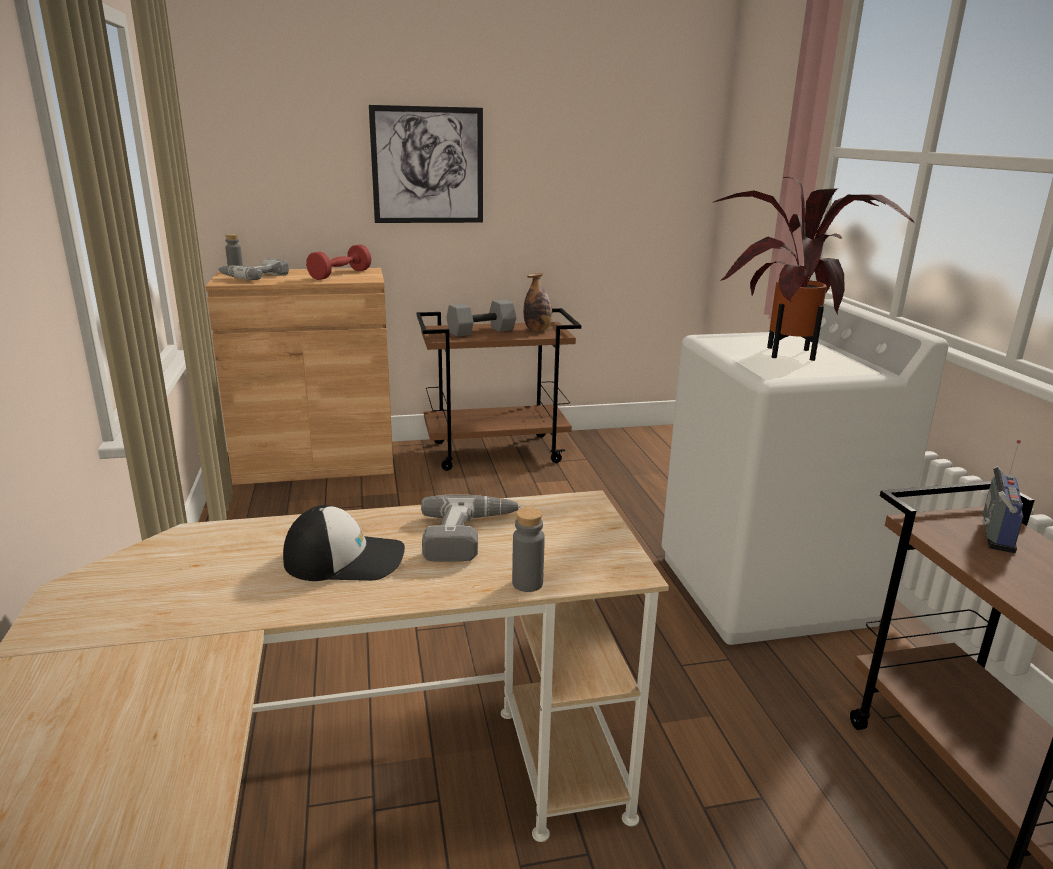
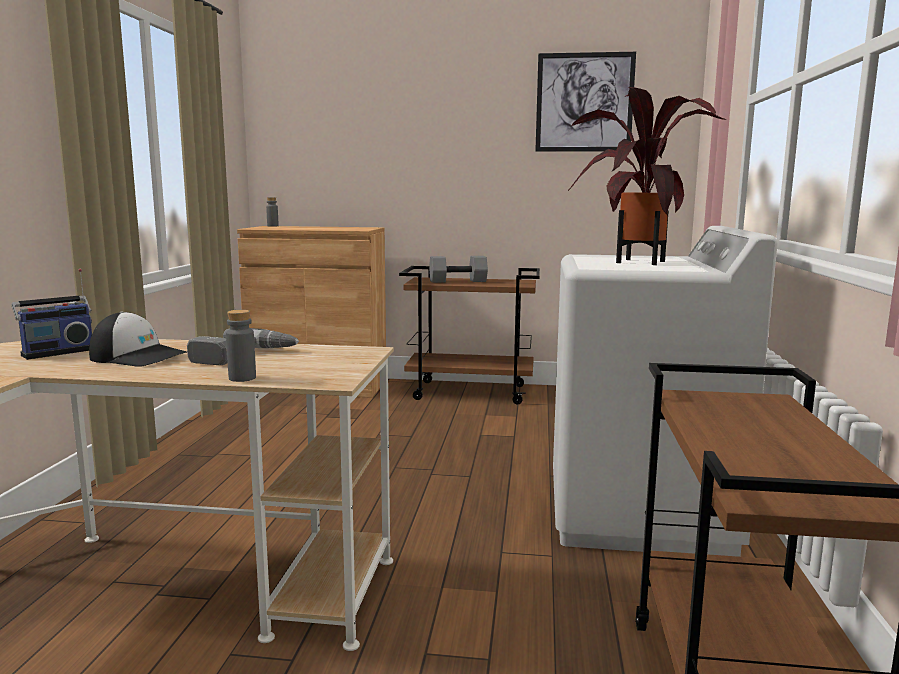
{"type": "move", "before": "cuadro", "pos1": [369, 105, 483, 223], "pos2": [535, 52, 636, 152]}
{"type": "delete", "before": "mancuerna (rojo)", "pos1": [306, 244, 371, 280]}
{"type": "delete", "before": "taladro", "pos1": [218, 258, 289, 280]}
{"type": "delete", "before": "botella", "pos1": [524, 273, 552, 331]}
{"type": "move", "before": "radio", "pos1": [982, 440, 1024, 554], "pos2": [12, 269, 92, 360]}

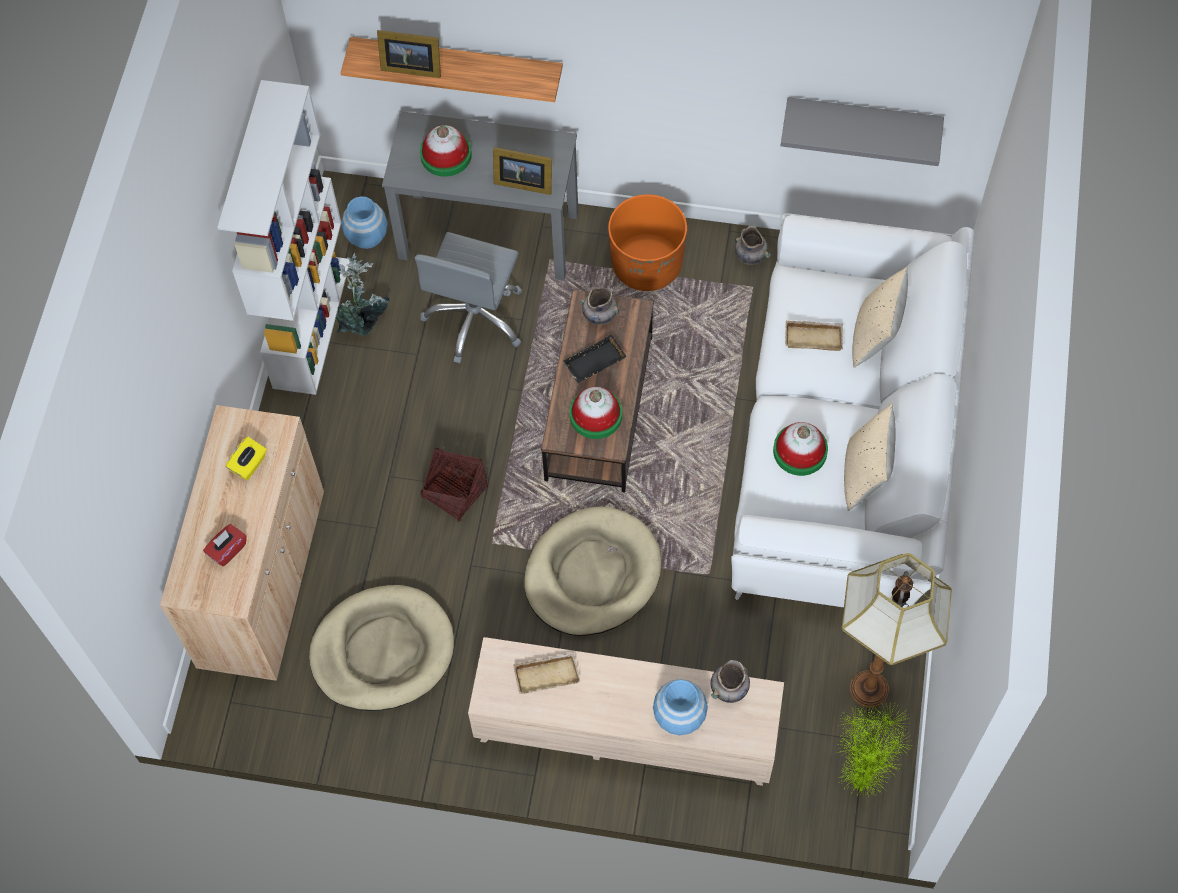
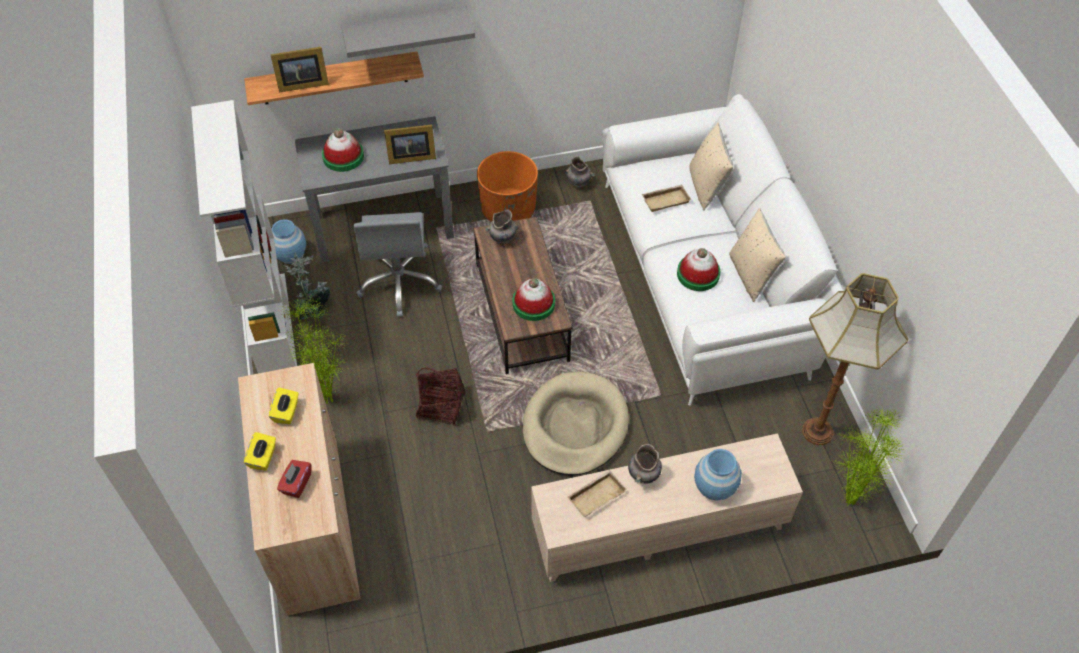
{"type": "move", "before": "estante (gris)", "pos1": [781, 97, 944, 166], "pos2": [341, 5, 475, 58]}
{"type": "delete", "before": "bandeja (negro)", "pos1": [563, 334, 627, 383]}
{"type": "delete", "before": "cama para perro (beis)", "pos1": [309, 585, 454, 711]}
{"type": "move", "before": "florero (gris)", "pos1": [711, 660, 750, 703], "pos2": [628, 444, 662, 484]}
{"type": "insert", "after": "planta en maceta", "pos2": [282, 295, 350, 404]}
{"type": "insert", "after": "caja de pañuelos (amarillo)", "pos2": [244, 432, 276, 471]}

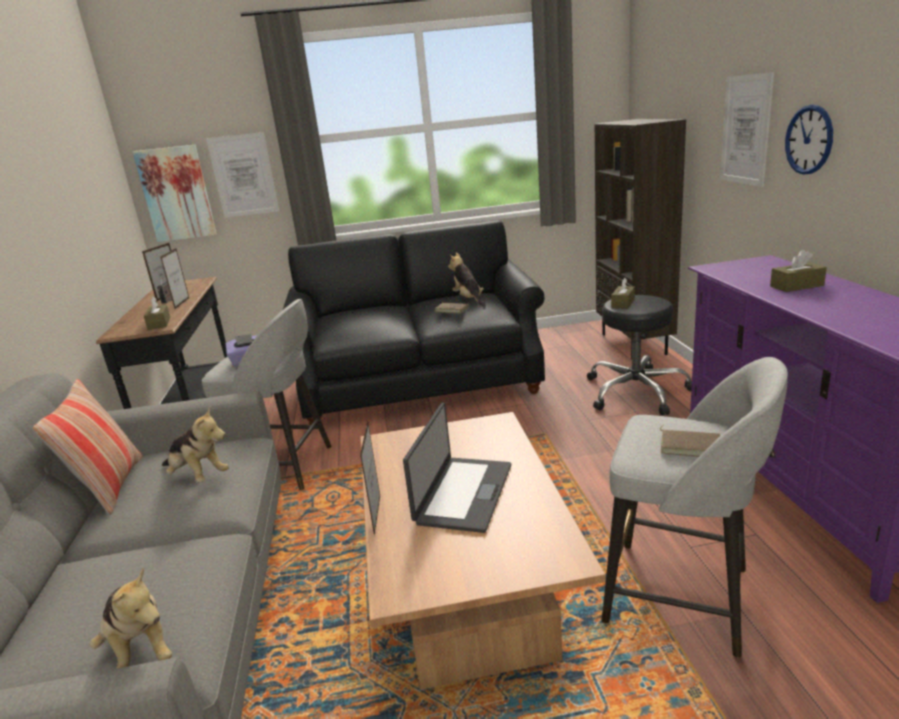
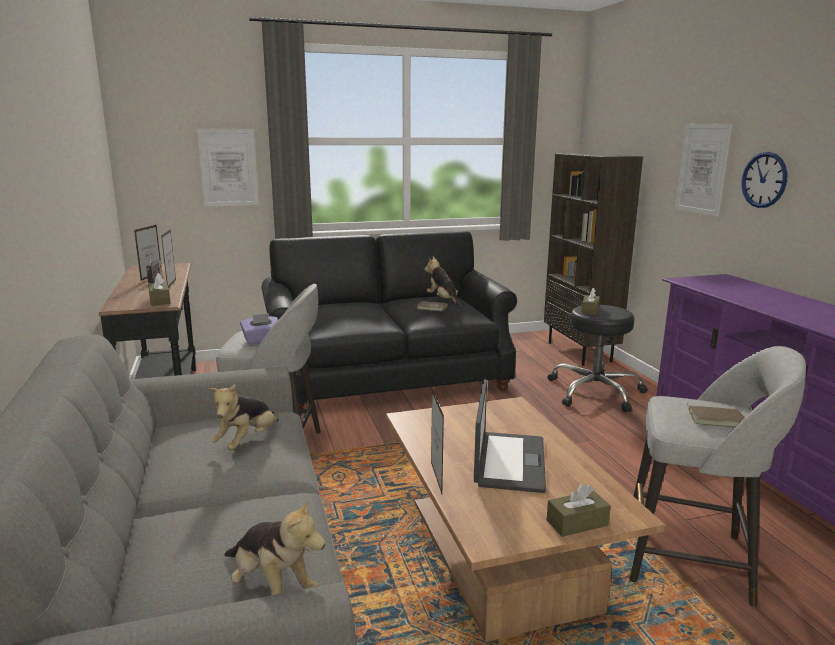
{"type": "delete", "before": "cuadro", "pos1": [133, 145, 217, 242]}
{"type": "move", "before": "caja de pañuelos (marrón)", "pos1": [770, 250, 827, 292], "pos2": [547, 483, 611, 537]}
{"type": "delete", "before": "cojín", "pos1": [32, 379, 142, 515]}
{"type": "rotate", "before": "peluche", "pos1": [162, 407, 229, 483], "pos2": [210, 384, 279, 450], "turn": 90}

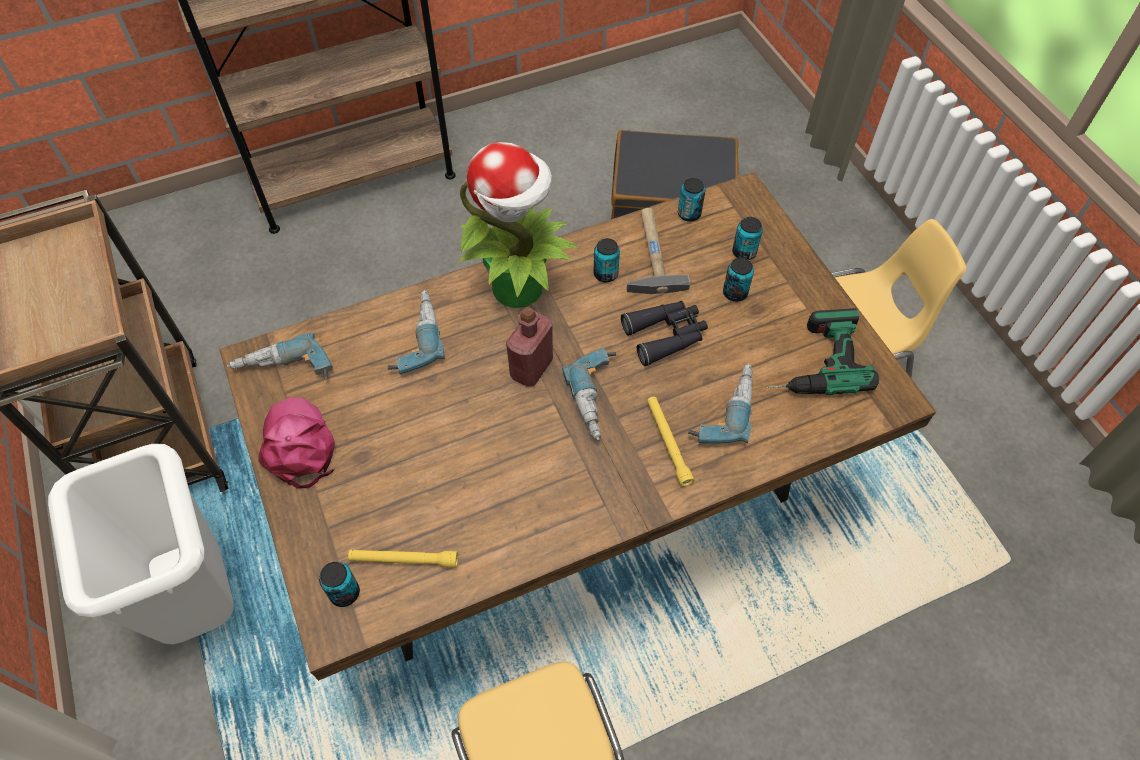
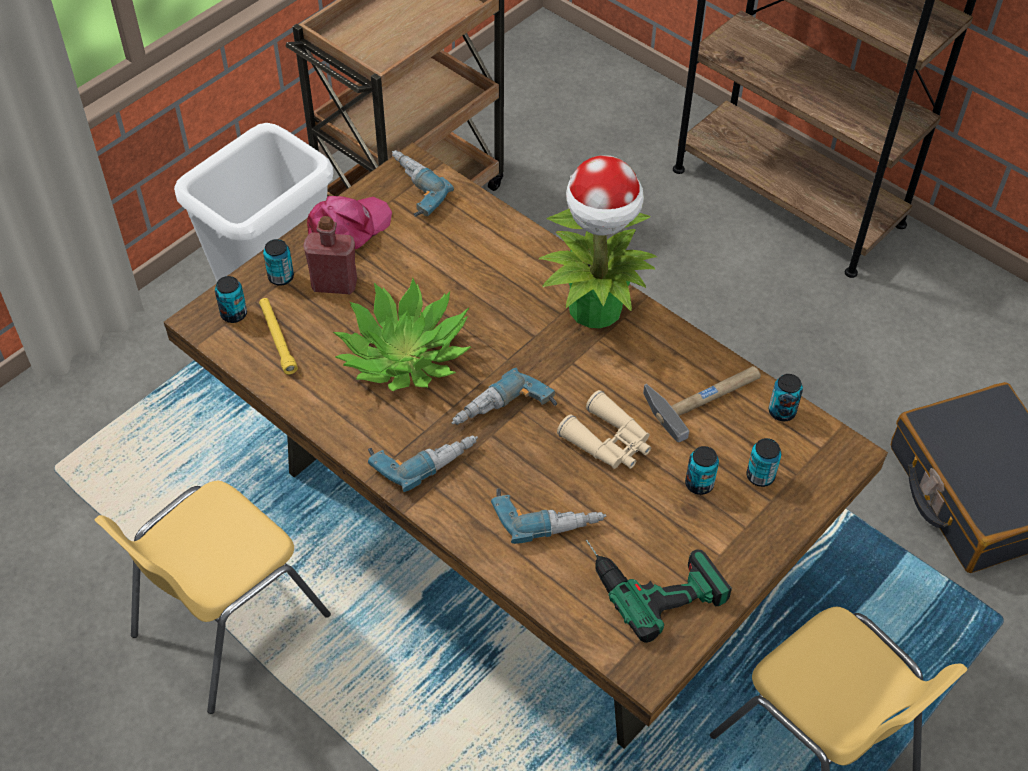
{"type": "move", "before": "lata", "pos1": [593, 238, 620, 282], "pos2": [263, 239, 294, 286]}
{"type": "move", "before": "taladro", "pos1": [388, 290, 445, 374], "pos2": [368, 435, 478, 492]}
{"type": "recolor", "before": "prismáticos (negro)", "after": "prismáticos (beis)", "pos1": [621, 301, 708, 366], "pos2": [557, 390, 651, 469]}
{"type": "move", "before": "botella (rojo)", "pos1": [506, 307, 553, 387], "pos2": [303, 216, 357, 294]}
{"type": "delete", "before": "linterna (amarillo)", "pos1": [647, 396, 695, 487]}
{"type": "insert", "after": "planta en maceta", "pos2": [333, 278, 471, 391]}

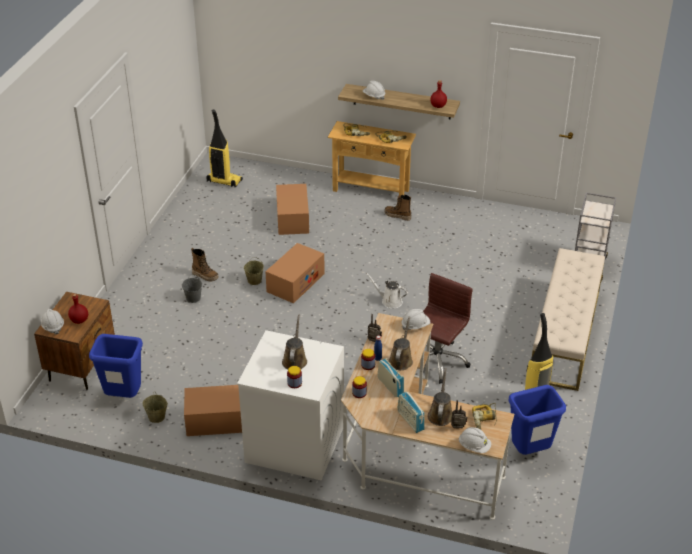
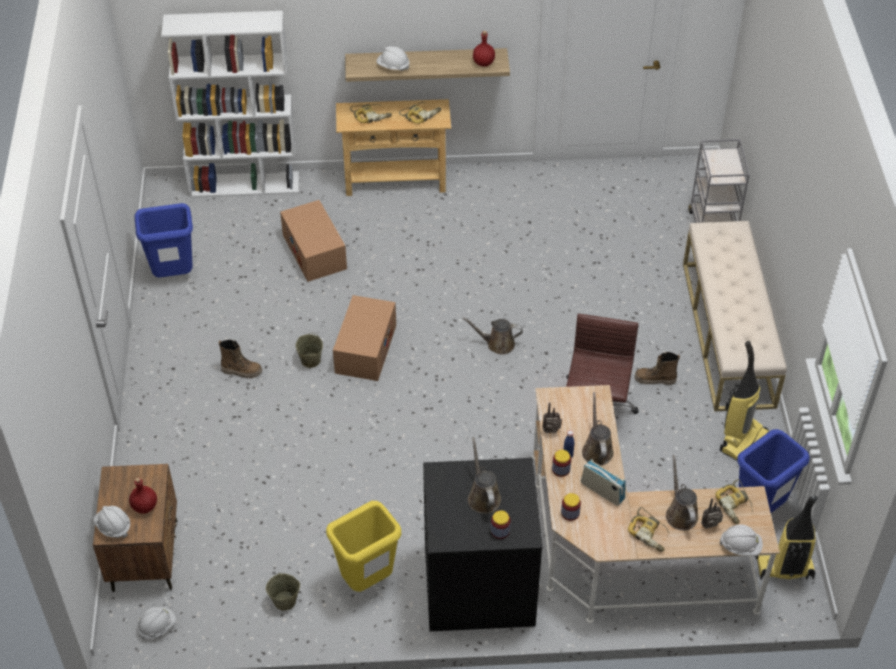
{"type": "move", "before": "aspiradora", "pos1": [206, 110, 243, 188], "pos2": [756, 496, 818, 580]}
{"type": "move", "before": "bota", "pos1": [385, 195, 411, 221], "pos2": [635, 352, 680, 385]}
{"type": "recolor", "before": "regadera (blanco)", "after": "regadera (marrón)", "pos1": [366, 273, 408, 309], "pos2": [462, 317, 523, 355]}
{"type": "delete", "before": "cubo (gris)", "pos1": [182, 274, 202, 303]}
{"type": "move", "before": "casco (blanco)", "pos1": [401, 309, 430, 330], "pos2": [137, 607, 176, 640]}
{"type": "recolor", "before": "lavadora (blanco)", "after": "lavadora (negro)", "pos1": [237, 330, 344, 480], "pos2": [423, 458, 543, 631]}
{"type": "move", "before": "papelera (azul)", "pos1": [89, 334, 143, 398], "pos2": [135, 203, 193, 278]}
{"type": "replace", "before": "caja de cartón", "after": "papelera (amarillo)", "pos1": [184, 385, 242, 436], "pos2": [326, 501, 401, 592]}
{"type": "replace", "before": "radio", "after": "taladro", "pos1": [397, 391, 425, 433], "pos2": [628, 507, 670, 552]}
{"type": "insert", "after": "estantería (blanco)", "pos2": [161, 11, 299, 197]}

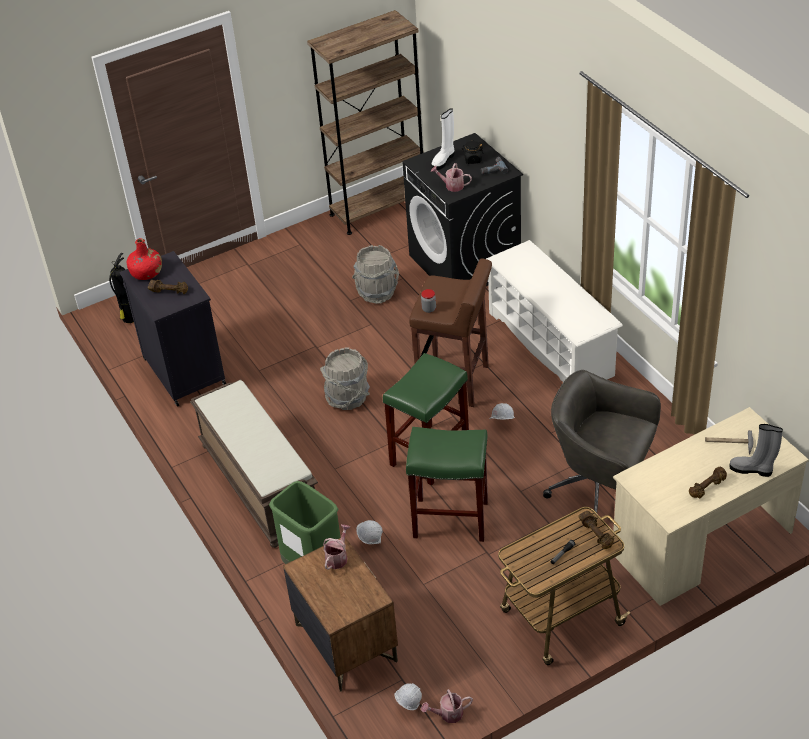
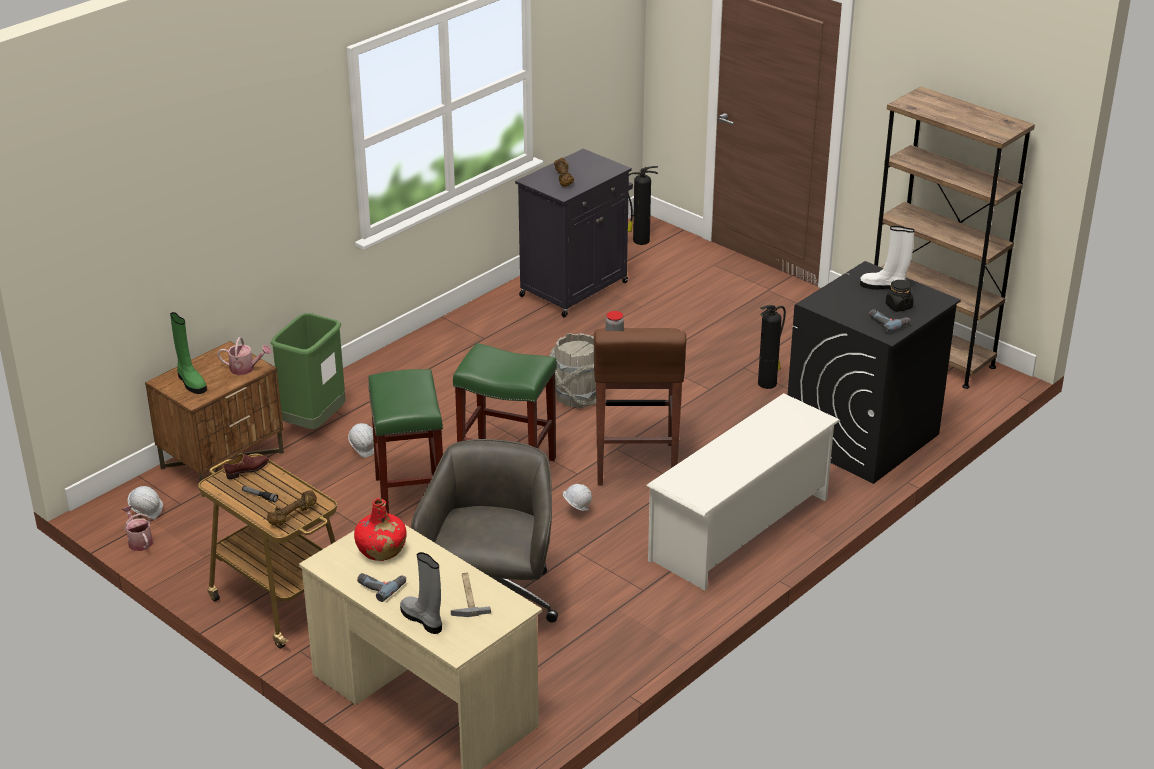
{"type": "delete", "before": "regadera", "pos1": [431, 163, 472, 192]}
{"type": "move", "before": "botella (rojo)", "pos1": [127, 238, 162, 280], "pos2": [354, 498, 407, 561]}
{"type": "replace", "before": "cubo (gris)", "after": "extintor", "pos1": [352, 245, 399, 304], "pos2": [758, 305, 786, 389]}
{"type": "delete", "before": "banco (marrón)", "pos1": [190, 379, 318, 548]}
{"type": "rotate", "before": "bota (gris)", "pos1": [729, 424, 783, 477], "pos2": [400, 552, 442, 634], "turn": -45}
{"type": "replace", "before": "mancuerna (marrón)", "after": "taladro", "pos1": [689, 467, 727, 498], "pos2": [357, 573, 406, 602]}
{"type": "insert", "after": "bota (verde)", "pos2": [170, 312, 207, 394]}
{"type": "insert", "after": "zapato (marrón)", "pos2": [224, 454, 269, 479]}

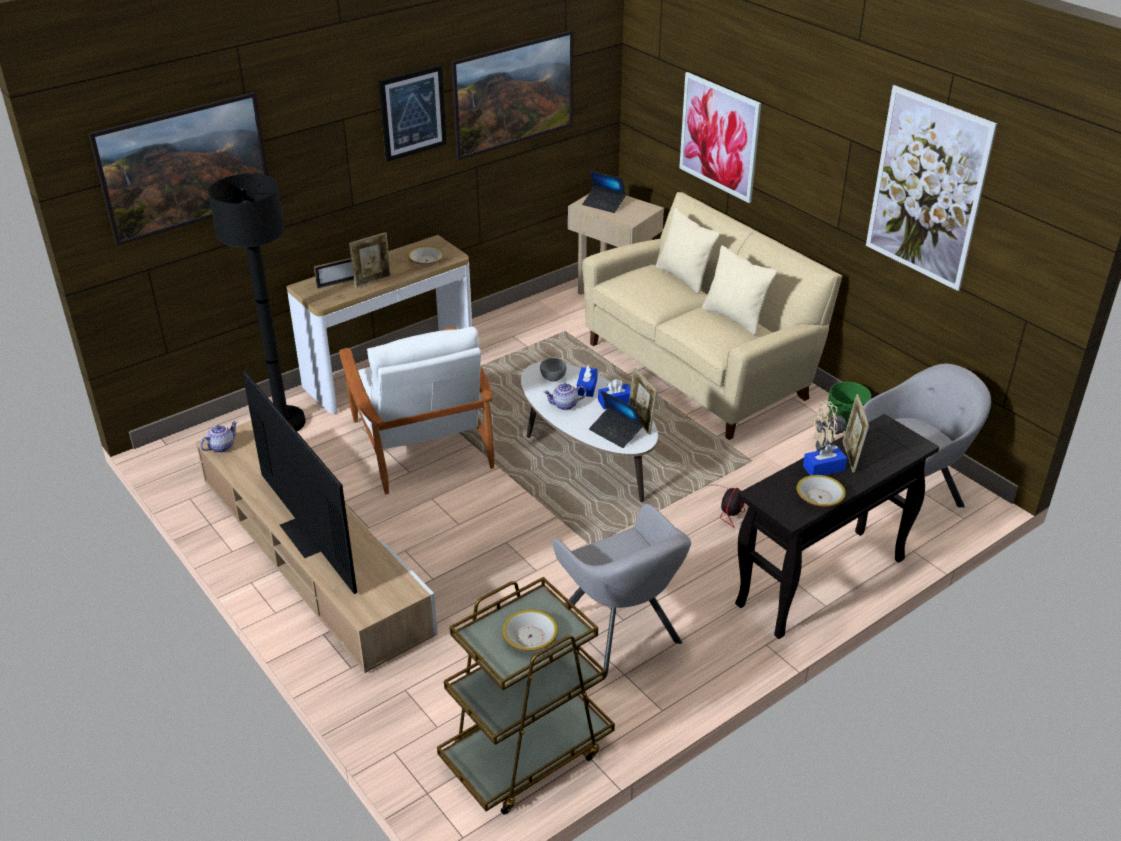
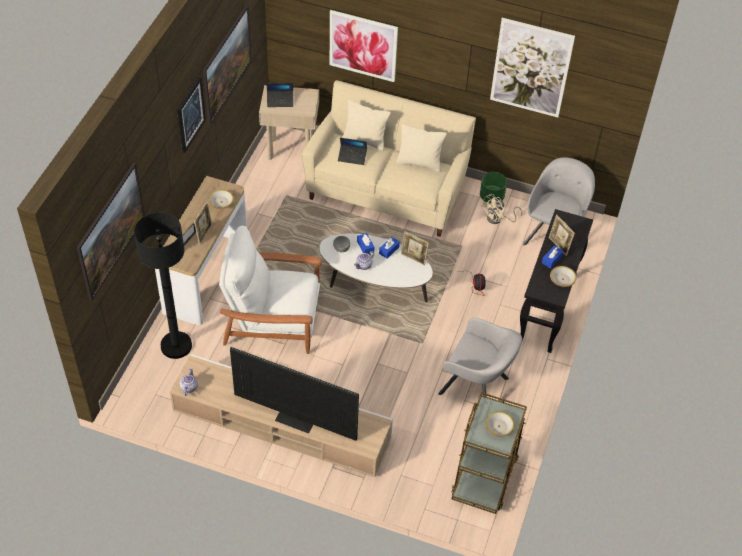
{"type": "rotate", "before": "sillón (blanco)", "pos1": [339, 327, 494, 494], "pos2": [219, 226, 322, 354], "turn": 150}
{"type": "move", "before": "portátil", "pos1": [589, 390, 642, 448], "pos2": [338, 138, 367, 165]}

